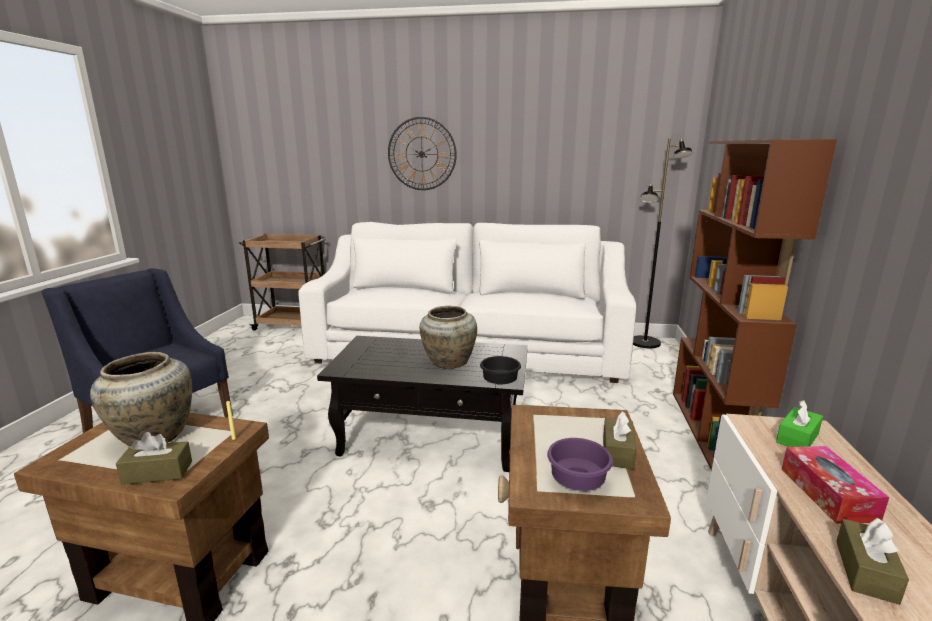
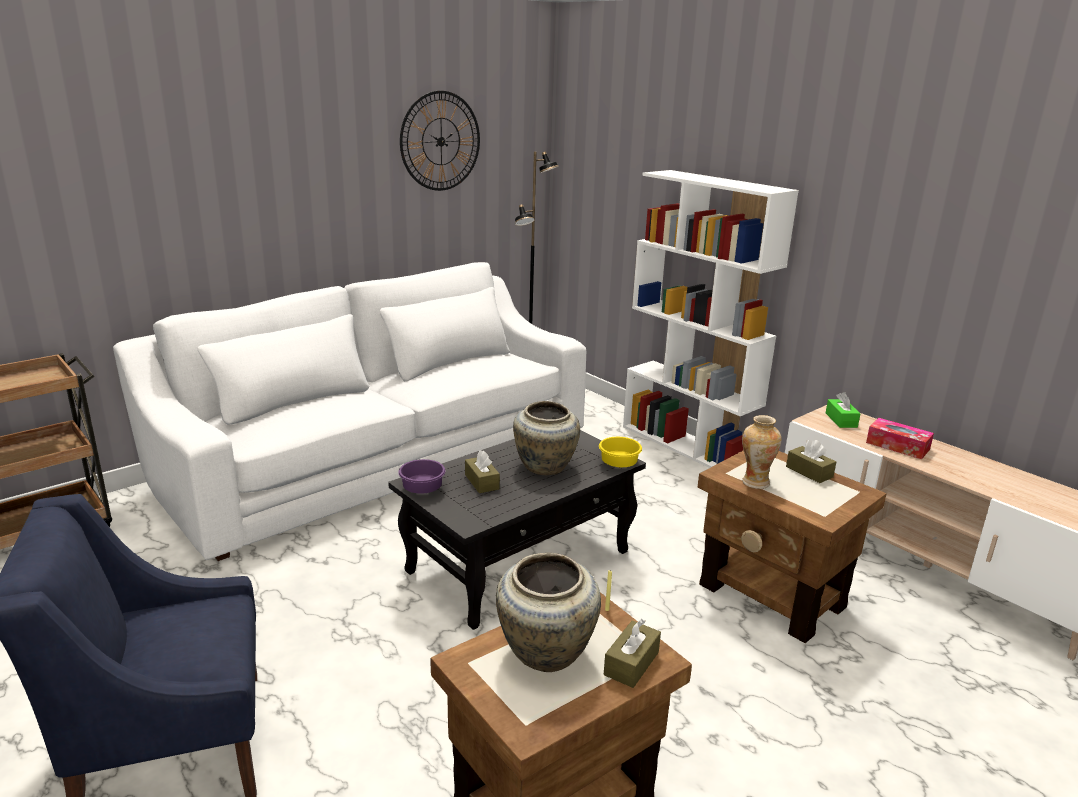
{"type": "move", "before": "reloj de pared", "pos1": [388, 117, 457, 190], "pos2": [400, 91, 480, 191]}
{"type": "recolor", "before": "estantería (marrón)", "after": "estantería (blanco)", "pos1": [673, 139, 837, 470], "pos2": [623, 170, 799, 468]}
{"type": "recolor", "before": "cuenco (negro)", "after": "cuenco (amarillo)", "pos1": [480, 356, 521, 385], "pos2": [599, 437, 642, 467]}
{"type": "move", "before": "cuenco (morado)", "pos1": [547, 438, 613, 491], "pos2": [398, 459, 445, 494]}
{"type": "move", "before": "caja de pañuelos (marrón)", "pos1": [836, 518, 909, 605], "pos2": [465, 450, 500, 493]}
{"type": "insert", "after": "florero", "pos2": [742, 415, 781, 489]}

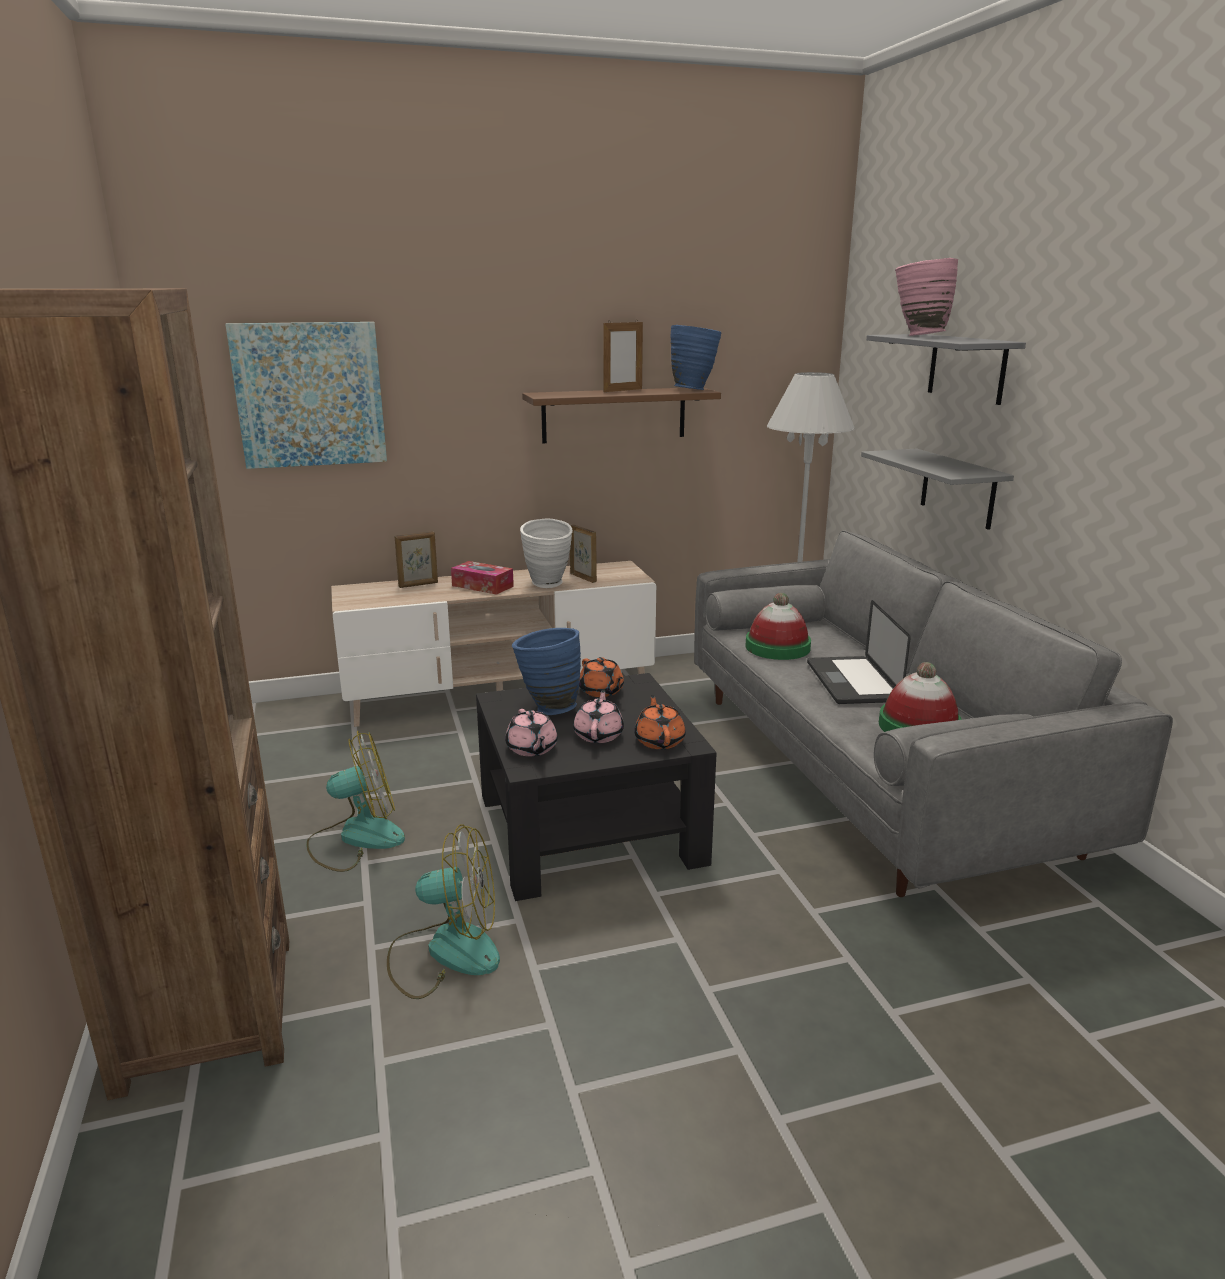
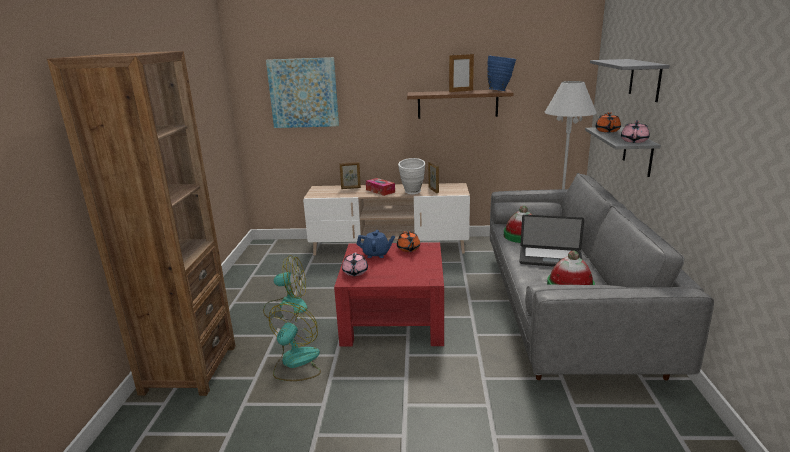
{"type": "delete", "before": "florero (rosa)", "pos1": [895, 258, 958, 336]}
{"type": "rotate", "before": "portátil", "pos1": [807, 600, 911, 704], "pos2": [519, 215, 584, 267], "turn": -90}
{"type": "replace", "before": "florero (azul)", "after": "tetera (azul)", "pos1": [512, 628, 581, 715], "pos2": [357, 230, 395, 258]}
{"type": "recolor", "before": "mesa de centro (negro)", "after": "mesa de centro (rojo)", "pos1": [476, 673, 717, 901], "pos2": [334, 242, 444, 346]}
{"type": "move", "before": "tetera (rosa)", "pos1": [573, 690, 624, 743], "pos2": [621, 121, 650, 143]}
{"type": "move", "before": "tetera (naranja)", "pos1": [634, 695, 686, 749], "pos2": [595, 112, 621, 132]}
{"type": "rotate", "before": "ventilador", "pos1": [387, 824, 500, 999], "pos2": [269, 302, 321, 381], "turn": -90}

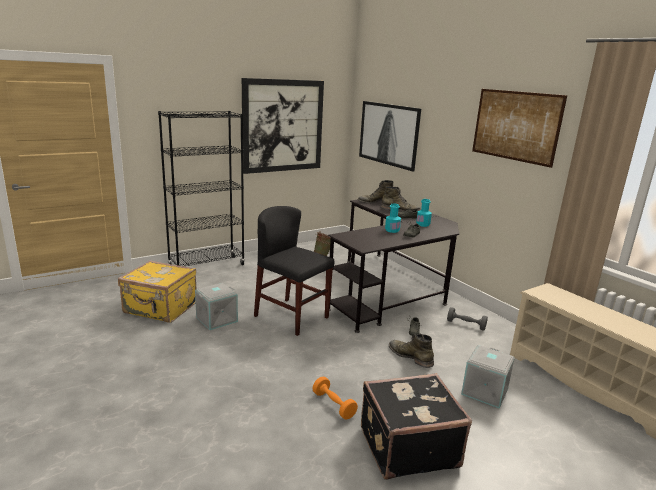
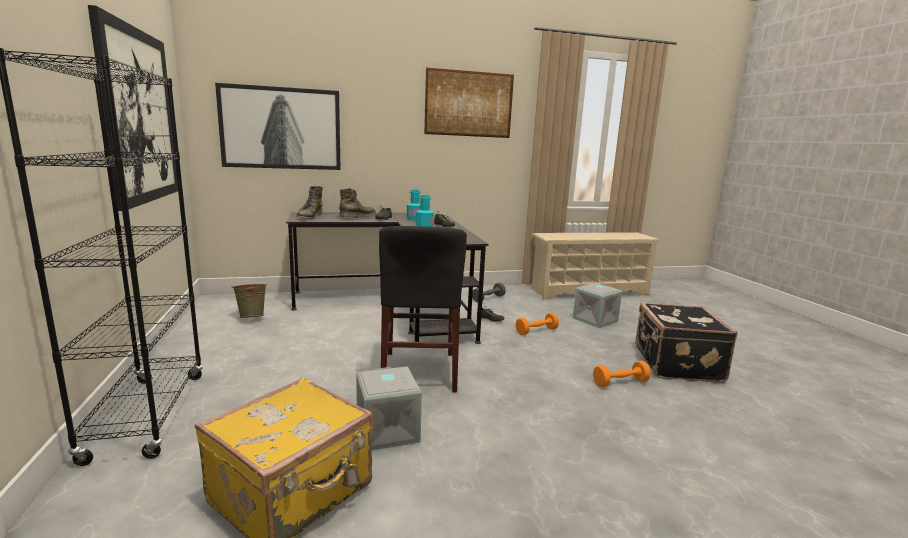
{"type": "rotate", "before": "silla (negro)", "pos1": [254, 206, 334, 336], "pos2": [379, 226, 467, 392], "turn": -60}
{"type": "replace", "before": "bota (verde)", "after": "mancuerna (naranja)", "pos1": [389, 334, 434, 368], "pos2": [516, 313, 559, 335]}

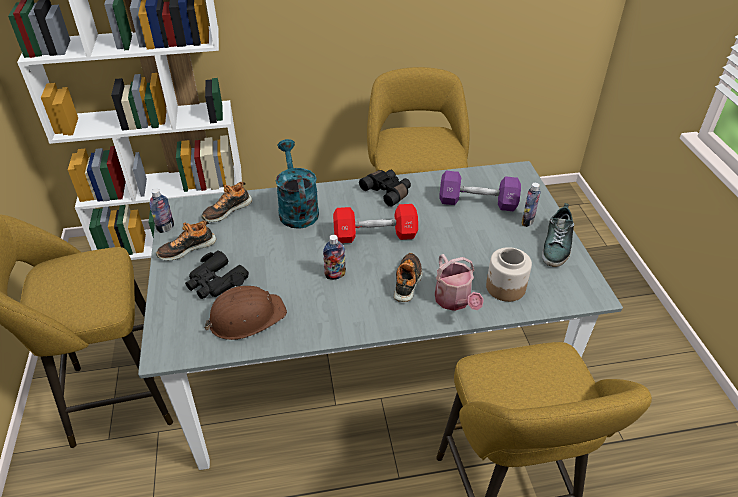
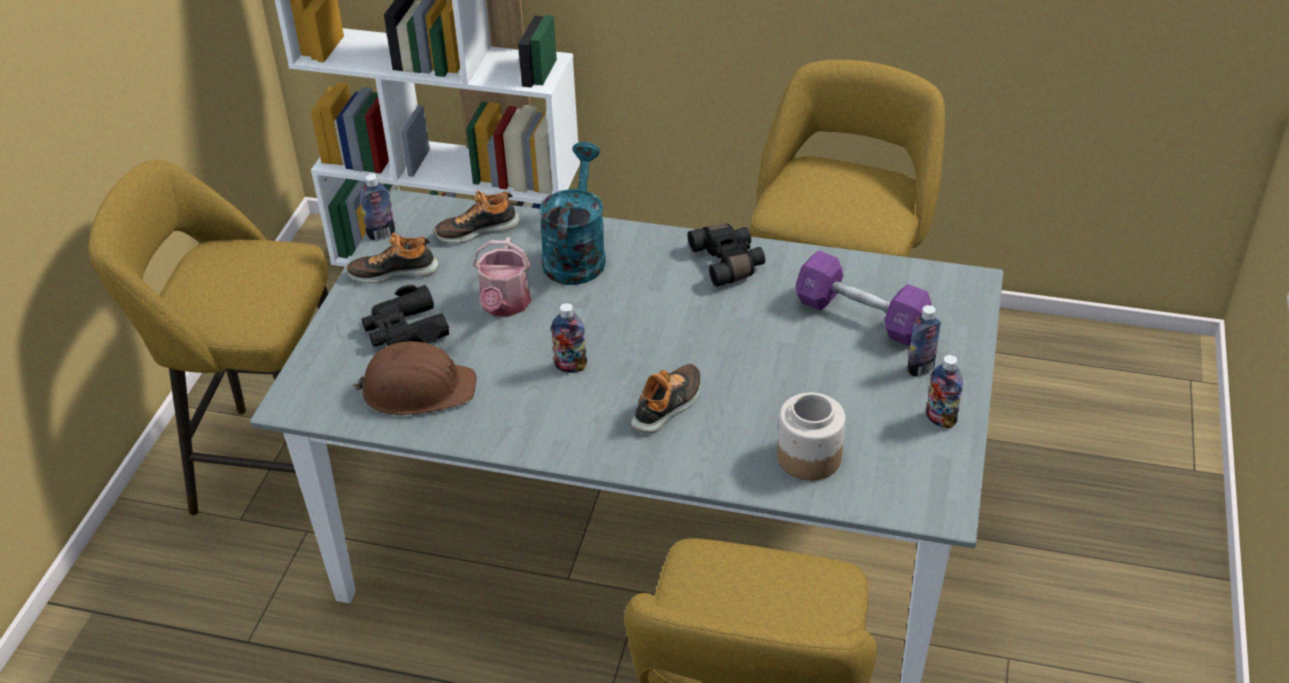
{"type": "replace", "before": "zapato", "after": "botella", "pos1": [542, 203, 574, 267], "pos2": [926, 355, 963, 429]}
{"type": "delete", "before": "mancuerna (rojo)", "pos1": [333, 204, 418, 243]}
{"type": "move", "before": "regadera", "pos1": [435, 254, 484, 311], "pos2": [473, 237, 531, 316]}

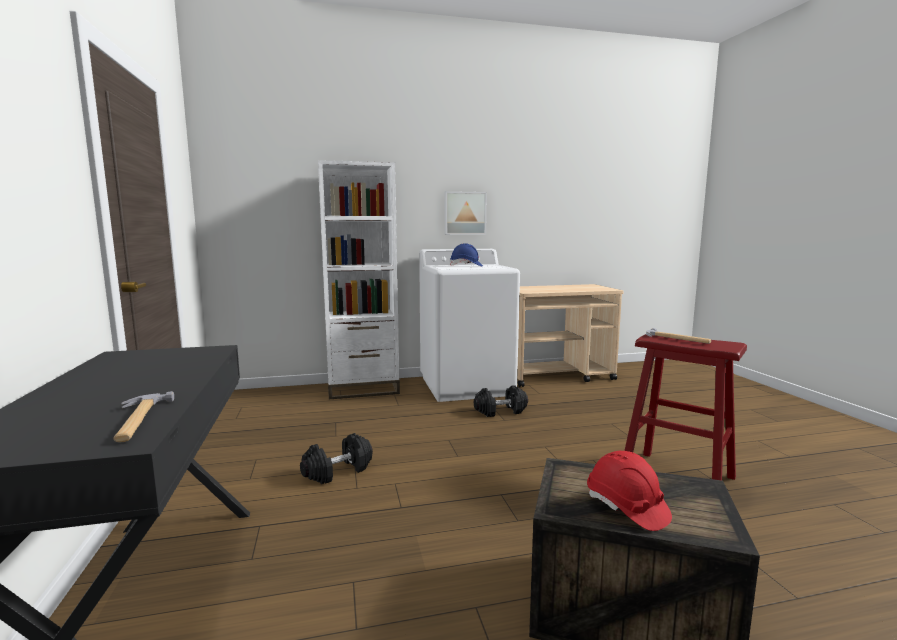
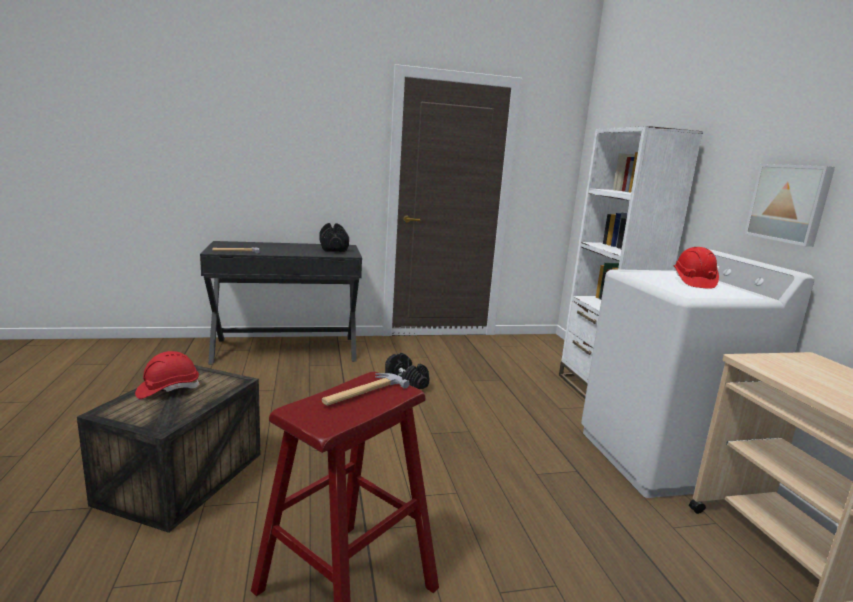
{"type": "recolor", "before": "casco (azul)", "after": "casco (rojo)", "pos1": [450, 243, 483, 266], "pos2": [674, 247, 719, 289]}
{"type": "move", "before": "mancuerna (negro)", "pos1": [474, 385, 528, 417], "pos2": [319, 223, 349, 252]}

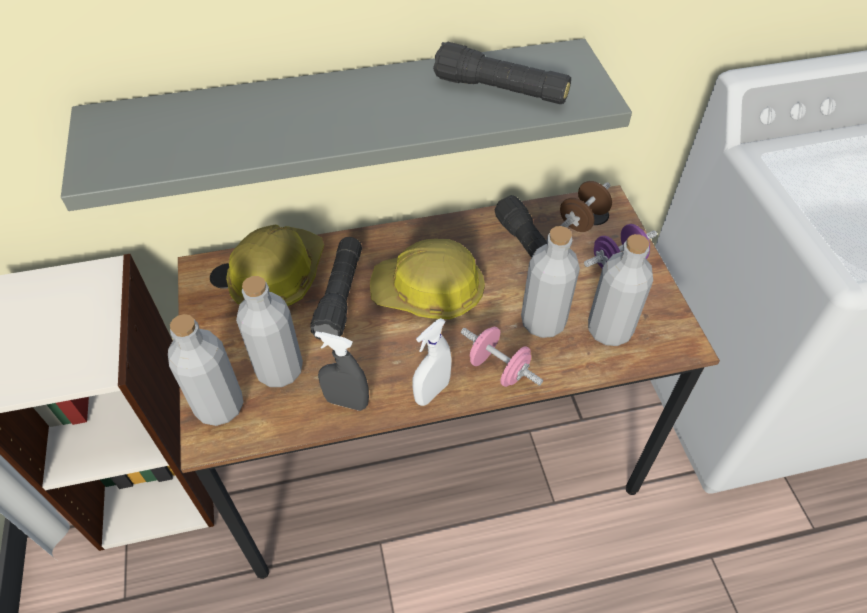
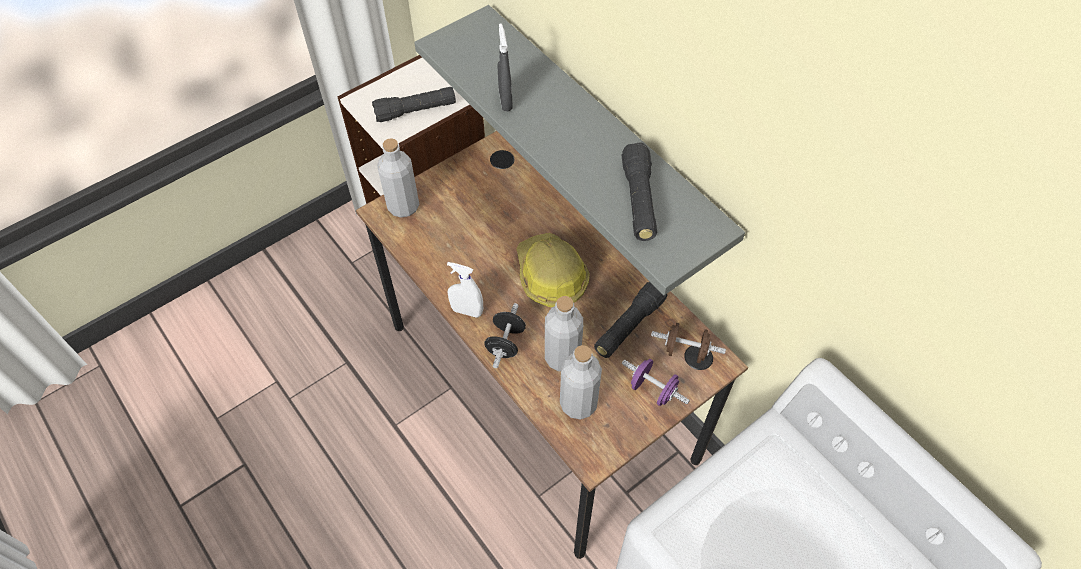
{"type": "delete", "before": "casco", "pos1": [226, 225, 324, 306]}
{"type": "move", "before": "linterna (negro)", "pos1": [310, 237, 362, 339], "pos2": [372, 87, 456, 122]}
{"type": "delete", "before": "botella (gris)", "pos1": [236, 276, 303, 387]}
{"type": "recolor", "before": "mancuerna (rosa)", "after": "mancuerna (negro)", "pos1": [461, 327, 543, 387], "pos2": [484, 303, 526, 368]}
{"type": "move", "before": "pulverizador (gris)", "pos1": [315, 331, 369, 411], "pos2": [498, 24, 513, 111]}

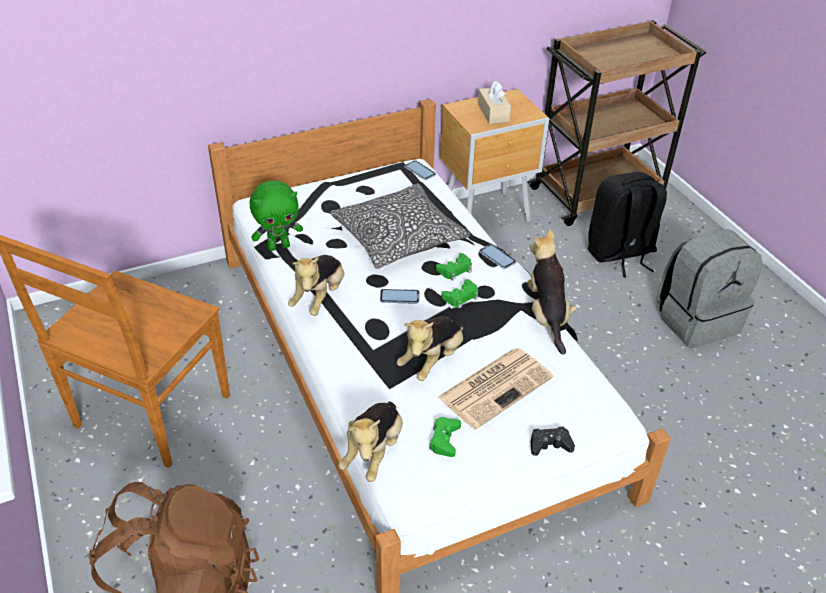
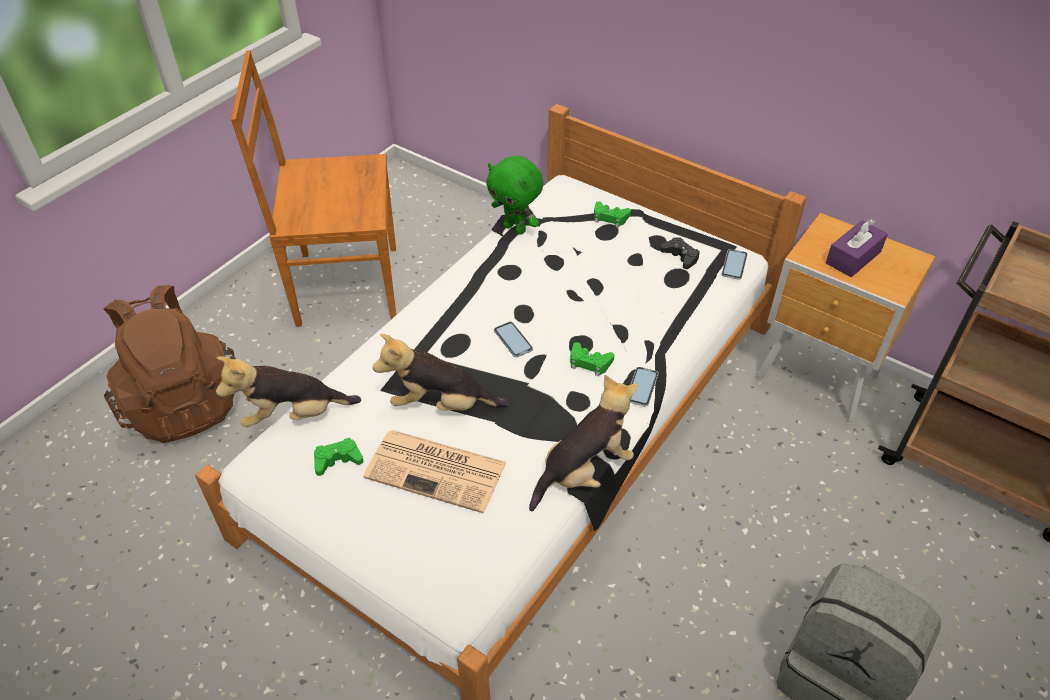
{"type": "recolor", "before": "caja de pañuelos (beis)", "after": "caja de pañuelos (morado)", "pos1": [478, 81, 511, 124], "pos2": [826, 219, 888, 277]}
{"type": "delete", "before": "mochila (negro)", "pos1": [588, 172, 667, 277]}
{"type": "delete", "before": "cojín", "pos1": [330, 183, 470, 269]}
{"type": "delete", "before": "peluche", "pos1": [288, 255, 344, 316]}
{"type": "move", "before": "mando de consola (verde)", "pos1": [441, 279, 478, 308], "pos2": [594, 201, 631, 227]}
{"type": "move", "before": "mando de consola (negro)", "pos1": [531, 427, 575, 456], "pos2": [660, 237, 700, 269]}

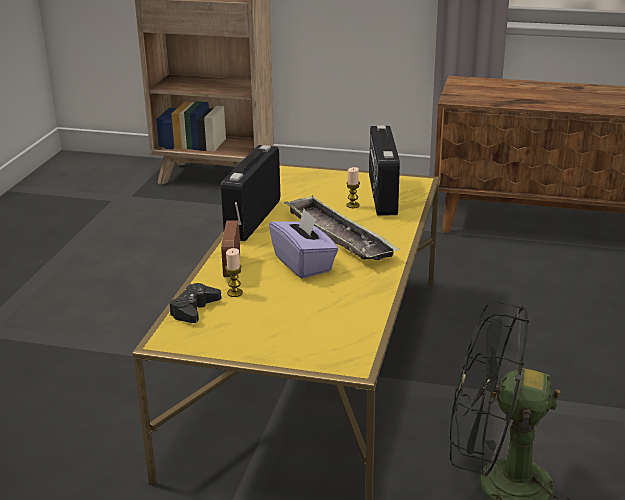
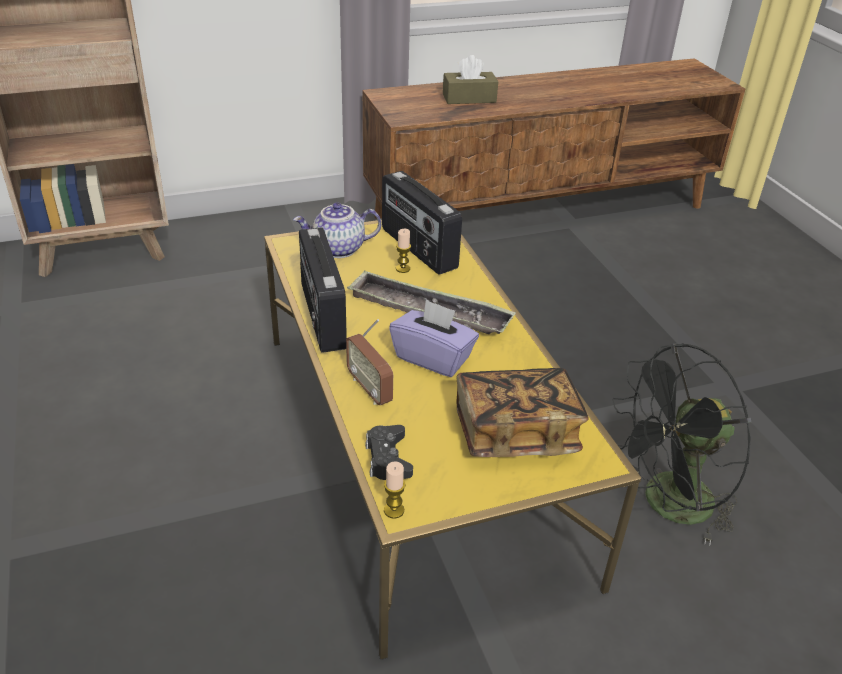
{"type": "move", "before": "vela", "pos1": [225, 248, 243, 297], "pos2": [384, 461, 405, 519]}
{"type": "insert", "after": "caja de pañuelos (marrón)", "pos2": [443, 55, 498, 104]}
{"type": "insert", "after": "tetera", "pos2": [293, 202, 381, 258]}
{"type": "insert", "after": "libro", "pos2": [457, 368, 589, 457]}

